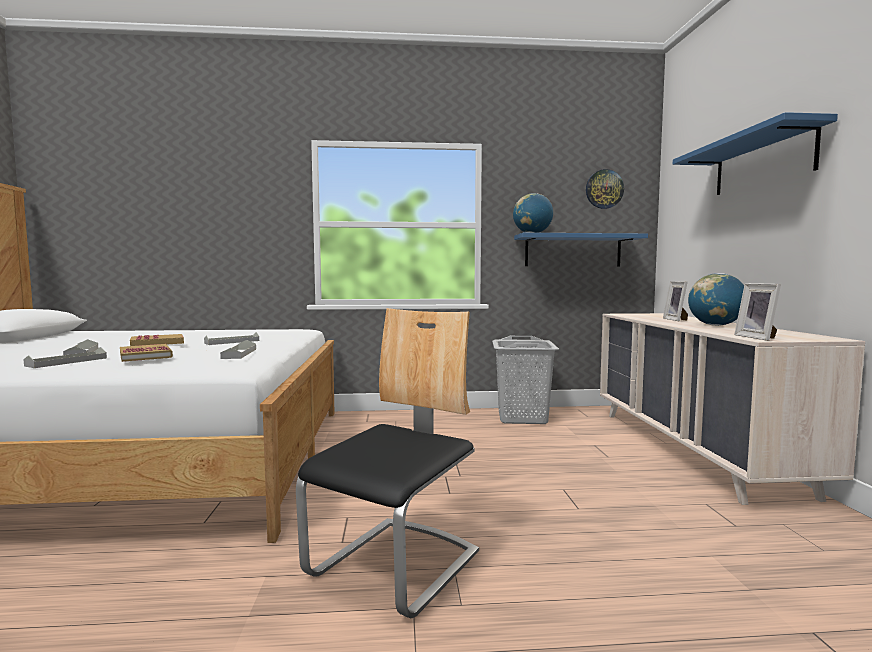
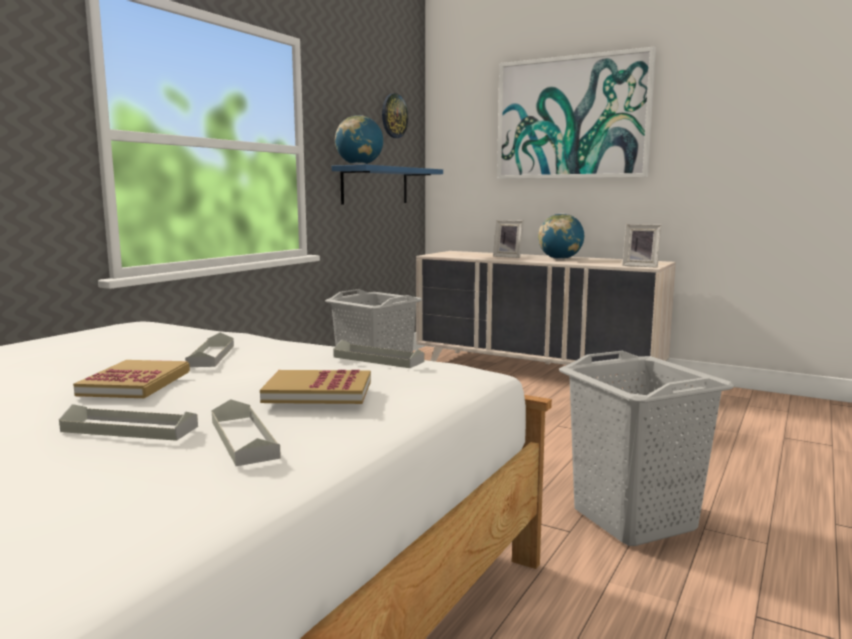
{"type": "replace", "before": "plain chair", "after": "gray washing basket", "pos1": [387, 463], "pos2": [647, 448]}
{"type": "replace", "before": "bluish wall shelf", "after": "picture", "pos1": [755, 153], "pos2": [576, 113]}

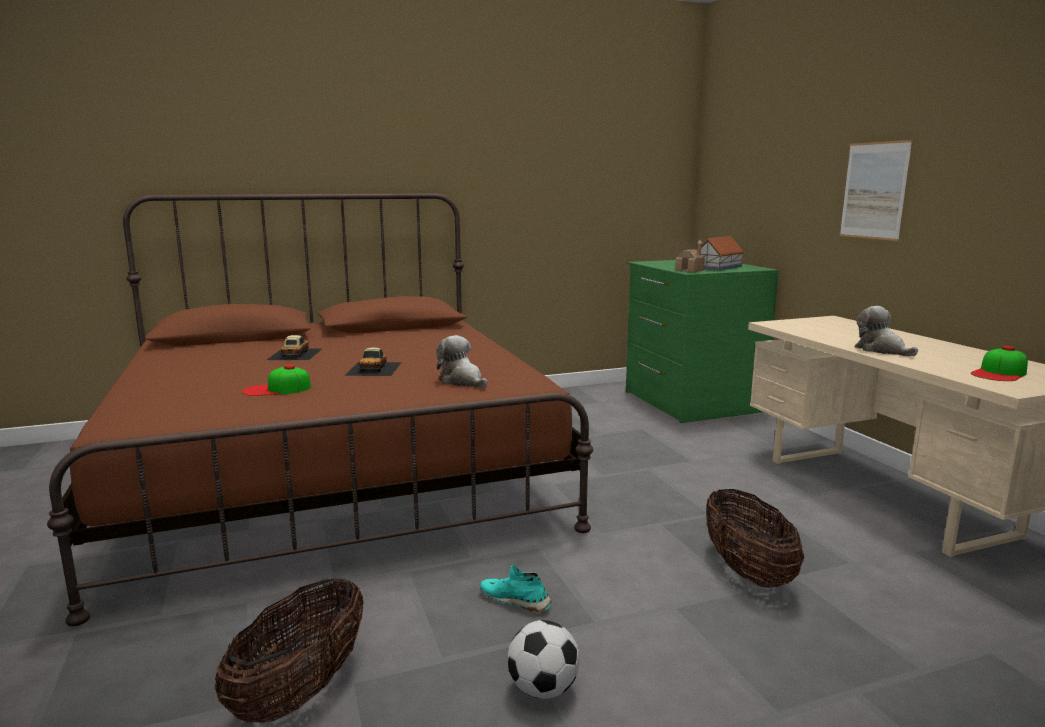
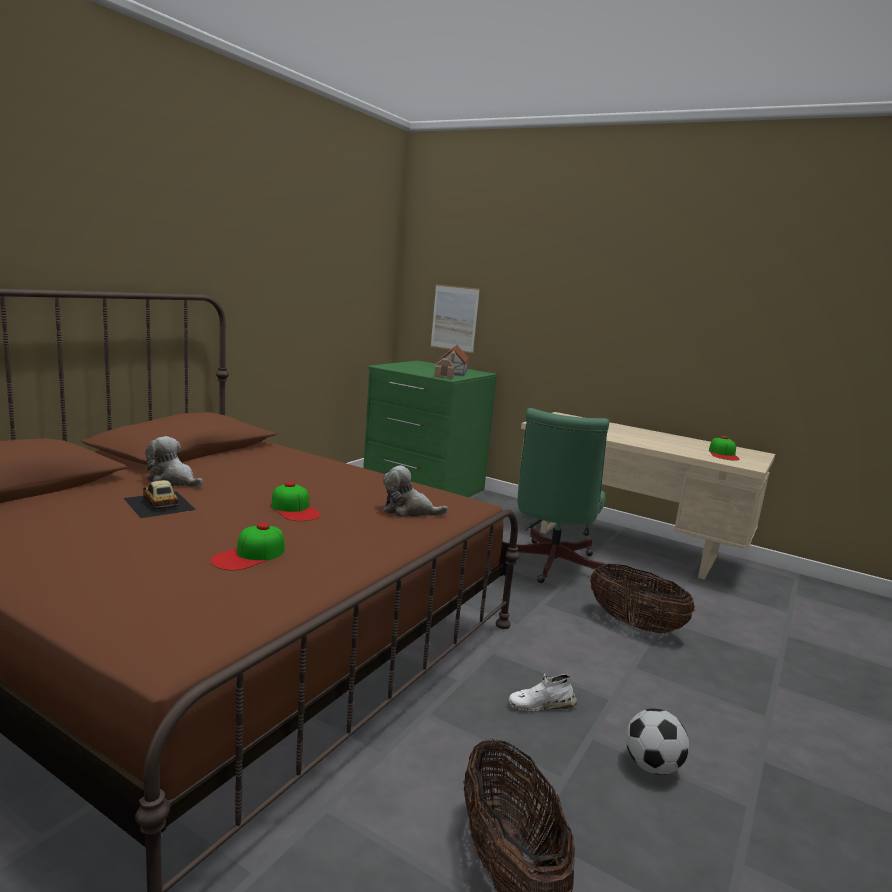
{"type": "replace", "before": "miniature car", "after": "baseball cap", "pos1": [373, 361], "pos2": [296, 501]}
{"type": "recolor", "before": "turquoise-coloured shoe", "after": "white-coloured shoe", "pos1": [516, 589], "pos2": [543, 692]}
{"type": "move", "before": "picture", "pos1": [876, 190], "pos2": [455, 318]}
{"type": "move", "before": "soft toy", "pos1": [886, 331], "pos2": [174, 461]}
{"type": "insert", "after": "greenish computer chair", "pos2": [562, 495]}

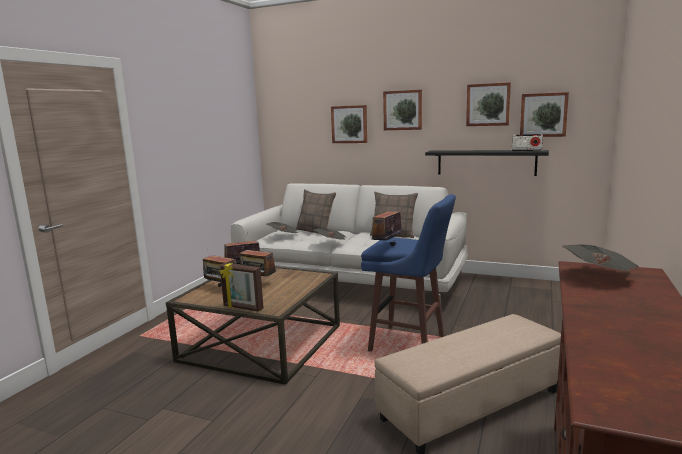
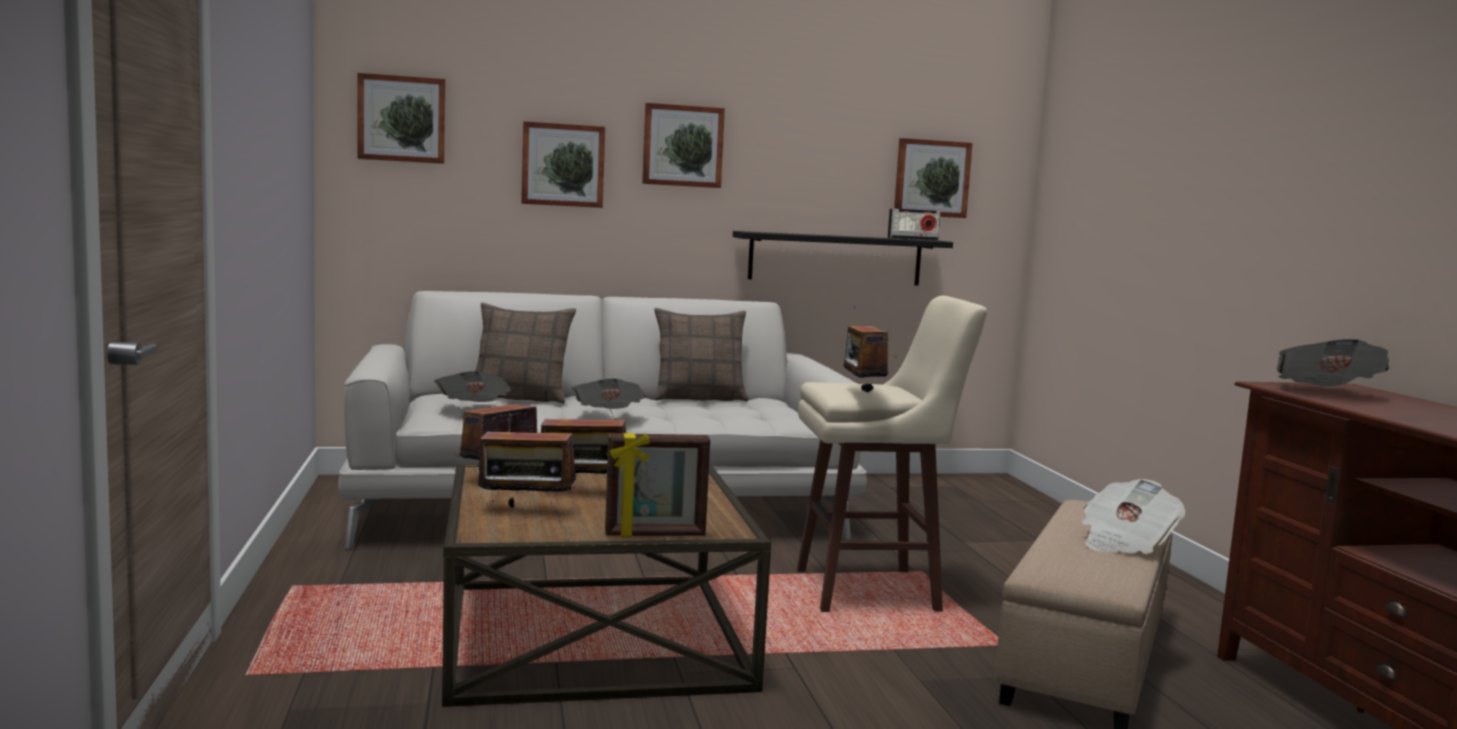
{"type": "recolor", "before": "bluish sitting stool", "after": "beige-coloured sitting stool", "pos1": [408, 273], "pos2": [892, 454]}
{"type": "move", "before": "picture", "pos1": [488, 104], "pos2": [401, 118]}
{"type": "insert", "after": "newspaper", "pos2": [1134, 516]}

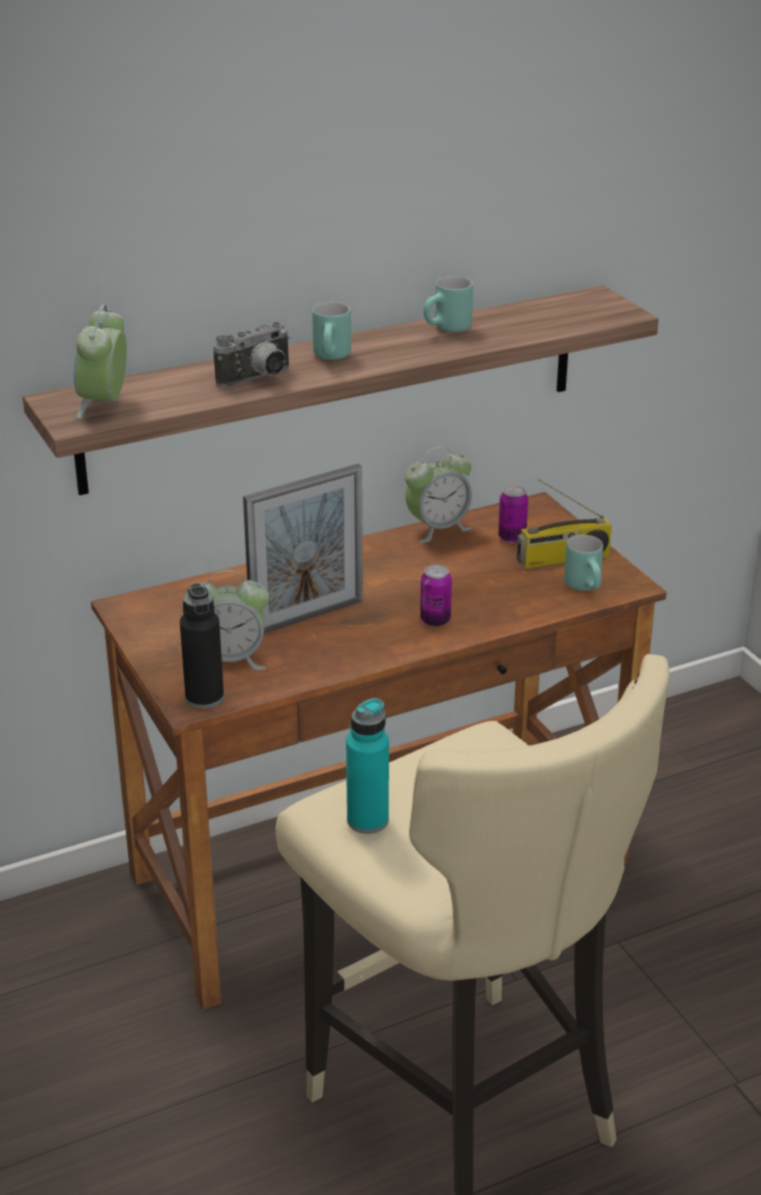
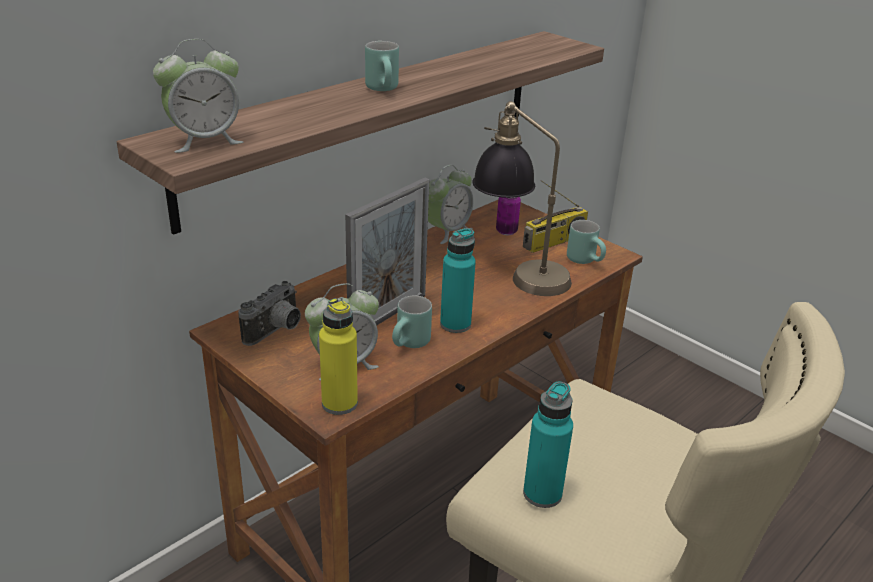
{"type": "rotate", "before": "alarm clock", "pos1": [100, 362], "pos2": [198, 96], "turn": -105}
{"type": "recolor", "before": "blackish drink bottle", "after": "yellow-coloured drink bottle", "pos1": [202, 646], "pos2": [338, 356]}
{"type": "move", "before": "photo camera", "pos1": [251, 354], "pos2": [269, 313]}
{"type": "delete", "before": "metal can", "pos1": [436, 596]}
{"type": "move", "before": "turquoise-coloured mug", "pos1": [448, 304], "pos2": [412, 322]}
{"type": "insert", "after": "turquoise-coloured drink bottle", "pos2": [458, 280]}
{"type": "insert", "after": "table lamp", "pos2": [522, 198]}

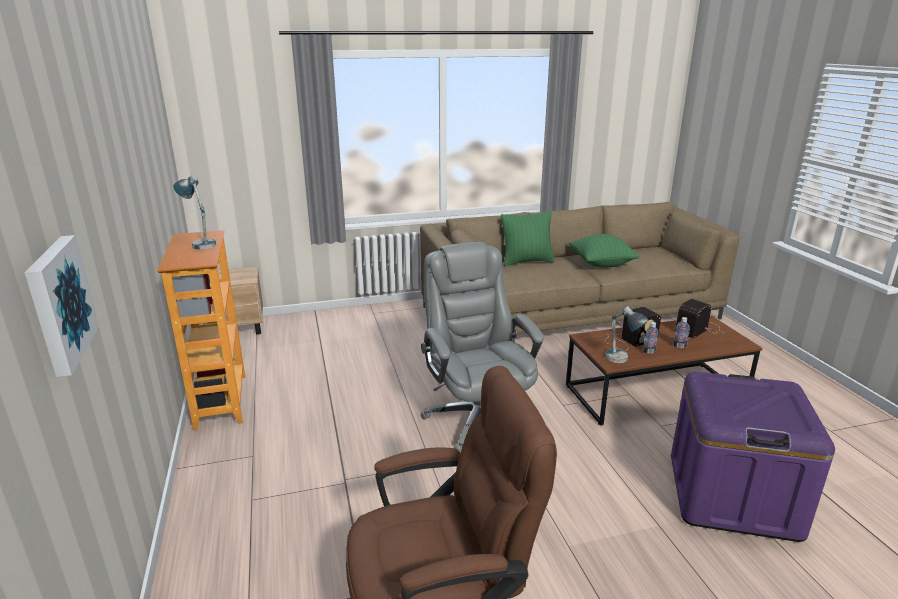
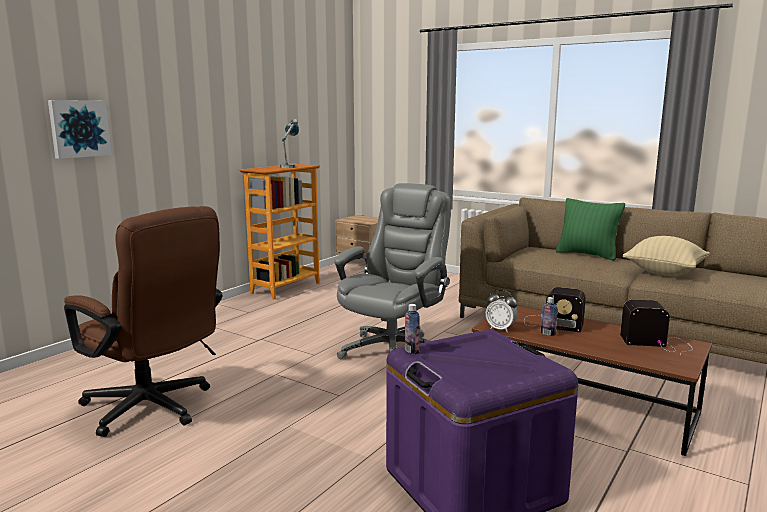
{"type": "recolor", "before": "greenish throw pillow", "after": "beige-coloured throw pillow", "pos1": [604, 251], "pos2": [666, 256]}
{"type": "replace", "before": "table lamp", "after": "alarm clock", "pos1": [626, 334], "pos2": [502, 311]}
{"type": "move", "before": "drink bottle", "pos1": [681, 332], "pos2": [412, 329]}

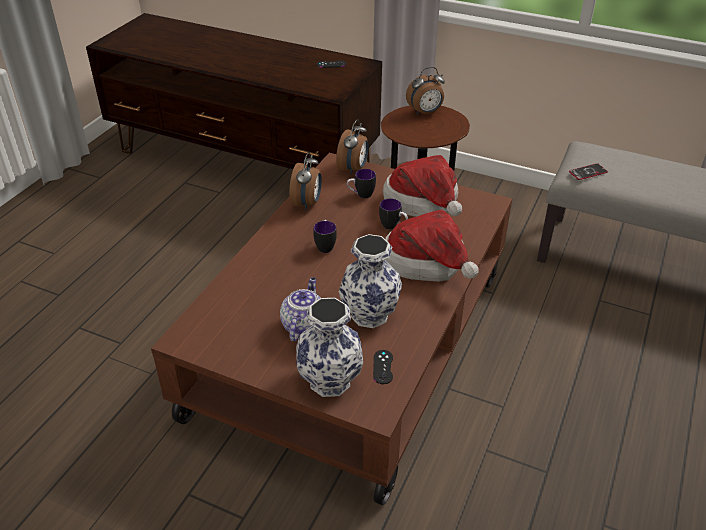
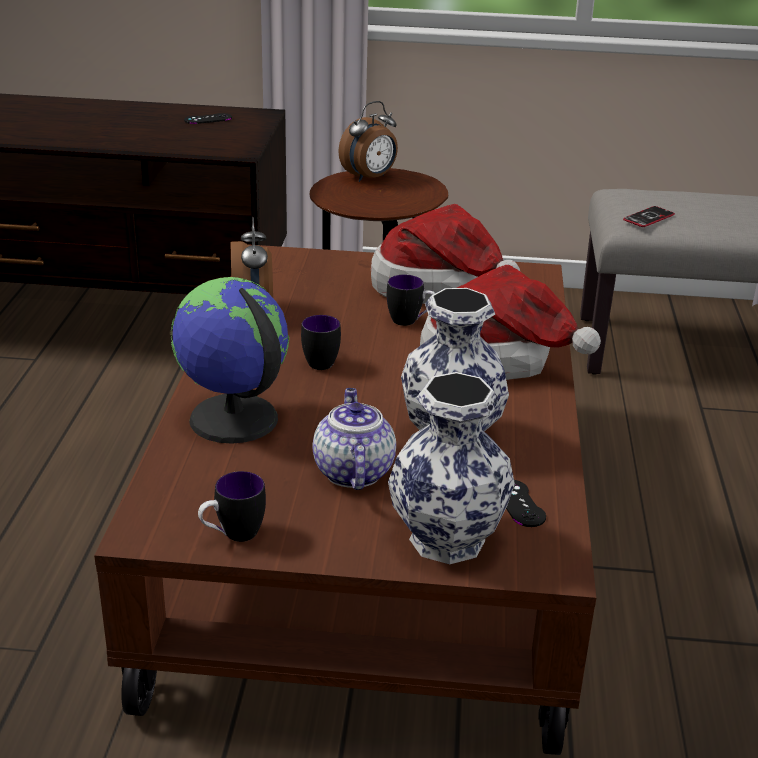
{"type": "delete", "before": "alarm clock", "pos1": [352, 147]}
{"type": "move", "before": "mug", "pos1": [361, 183], "pos2": [232, 506]}
{"type": "insert", "after": "desk globe", "pos2": [230, 360]}

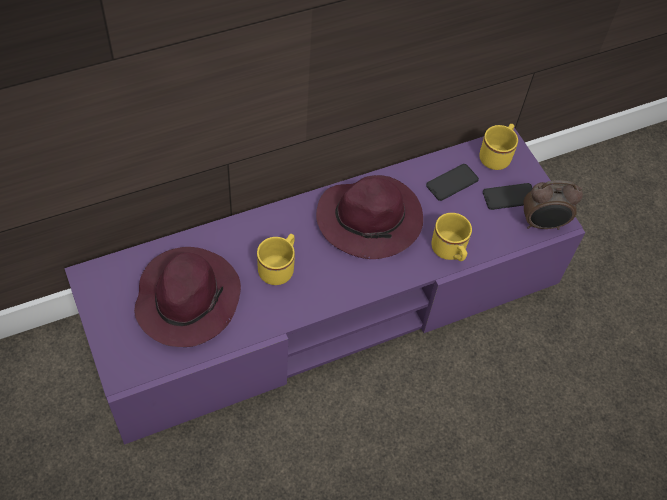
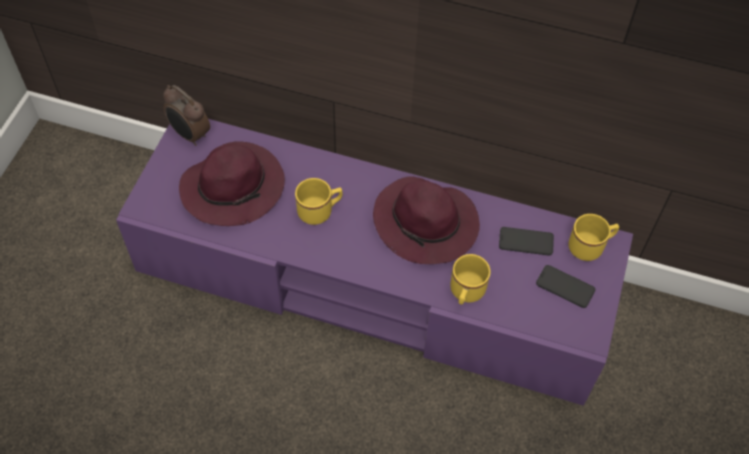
{"type": "move", "before": "alarm clock", "pos1": [553, 205], "pos2": [186, 115]}

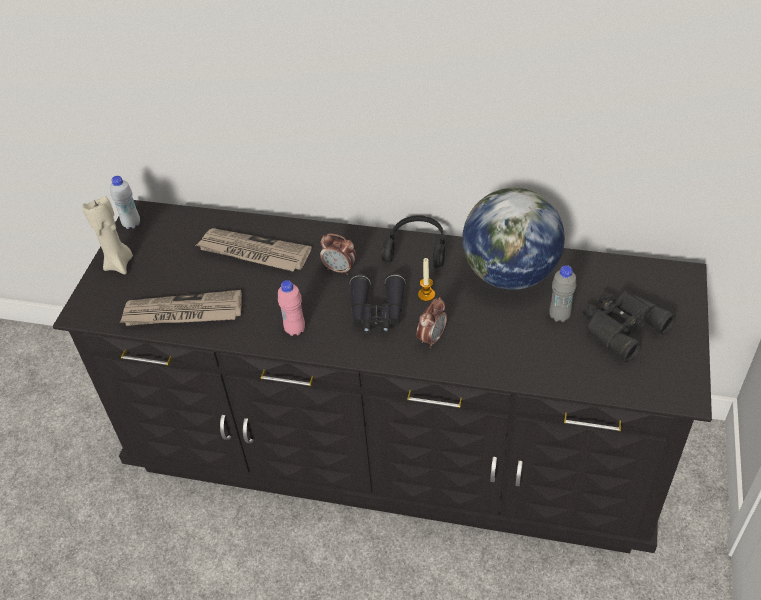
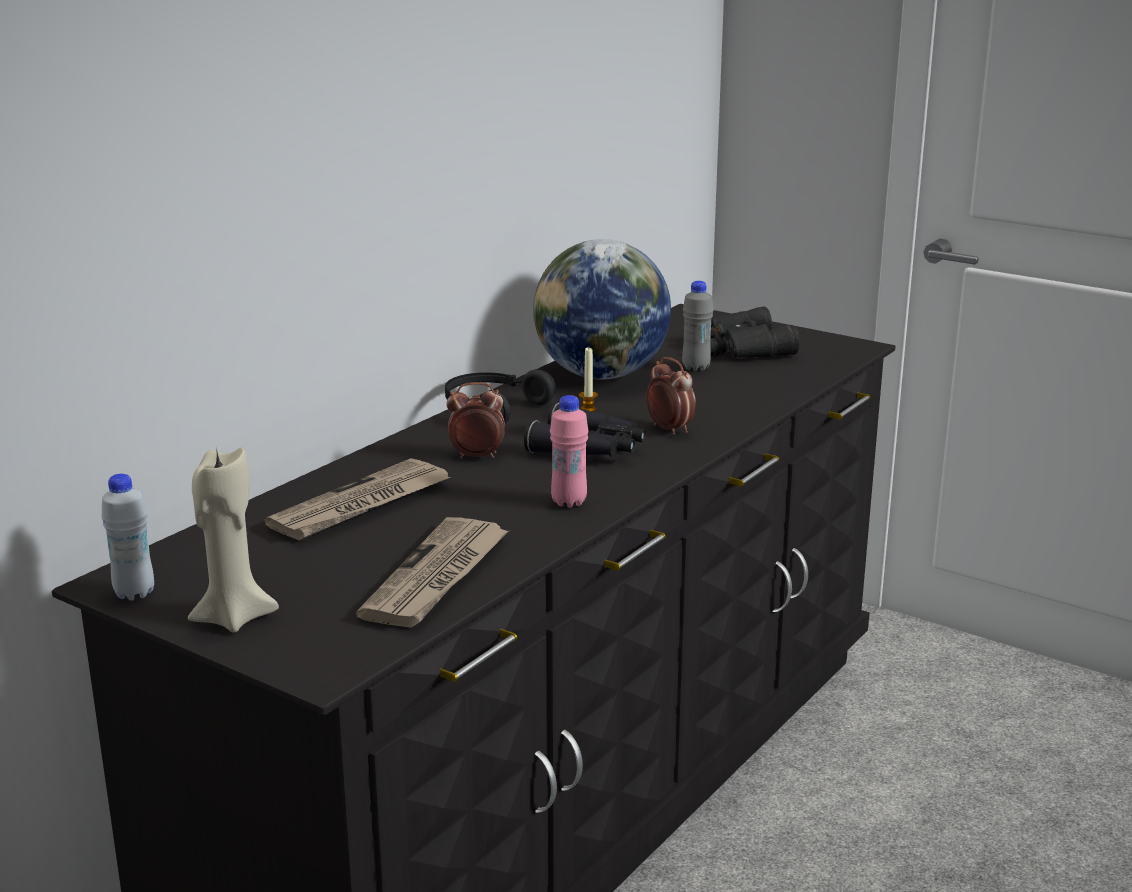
{"type": "rotate", "before": "alarm clock", "pos1": [338, 254], "pos2": [475, 420], "turn": -135}

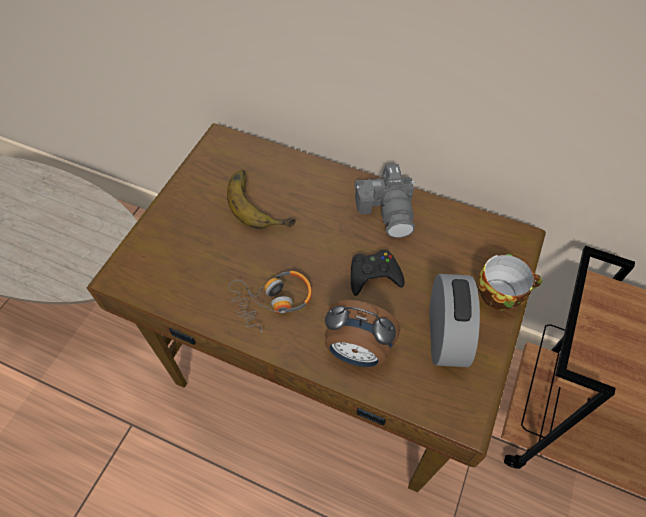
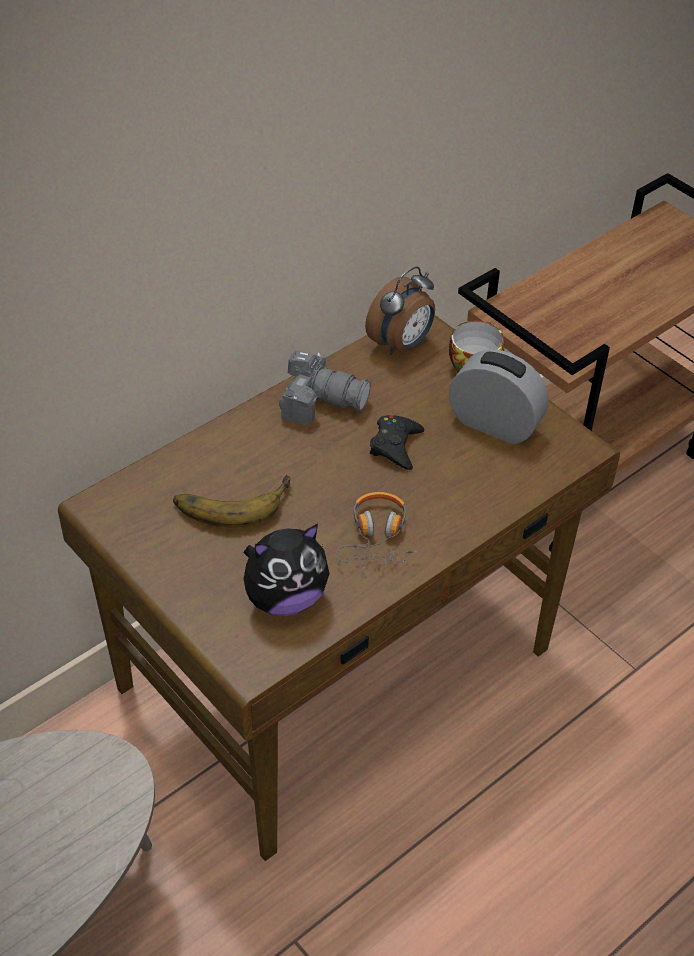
{"type": "move", "before": "alarm clock", "pos1": [362, 333], "pos2": [400, 310]}
{"type": "insert", "after": "soft toy", "pos2": [287, 570]}

